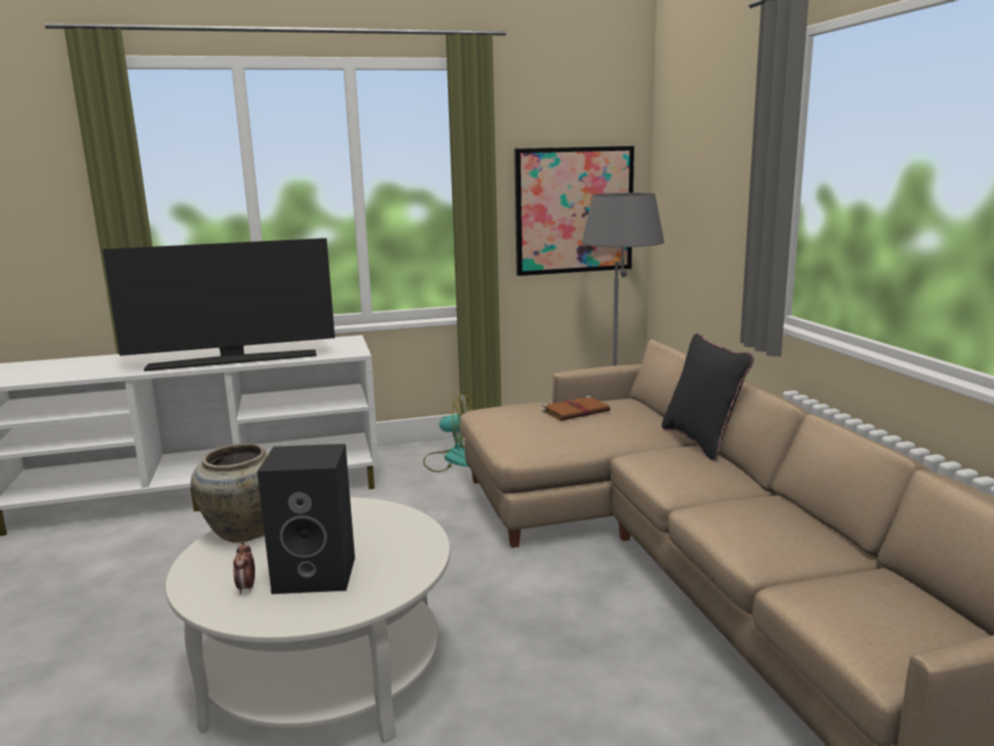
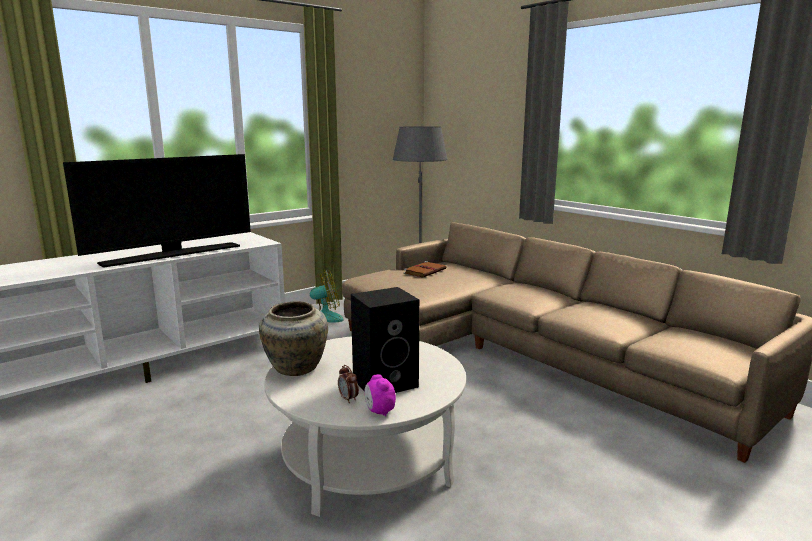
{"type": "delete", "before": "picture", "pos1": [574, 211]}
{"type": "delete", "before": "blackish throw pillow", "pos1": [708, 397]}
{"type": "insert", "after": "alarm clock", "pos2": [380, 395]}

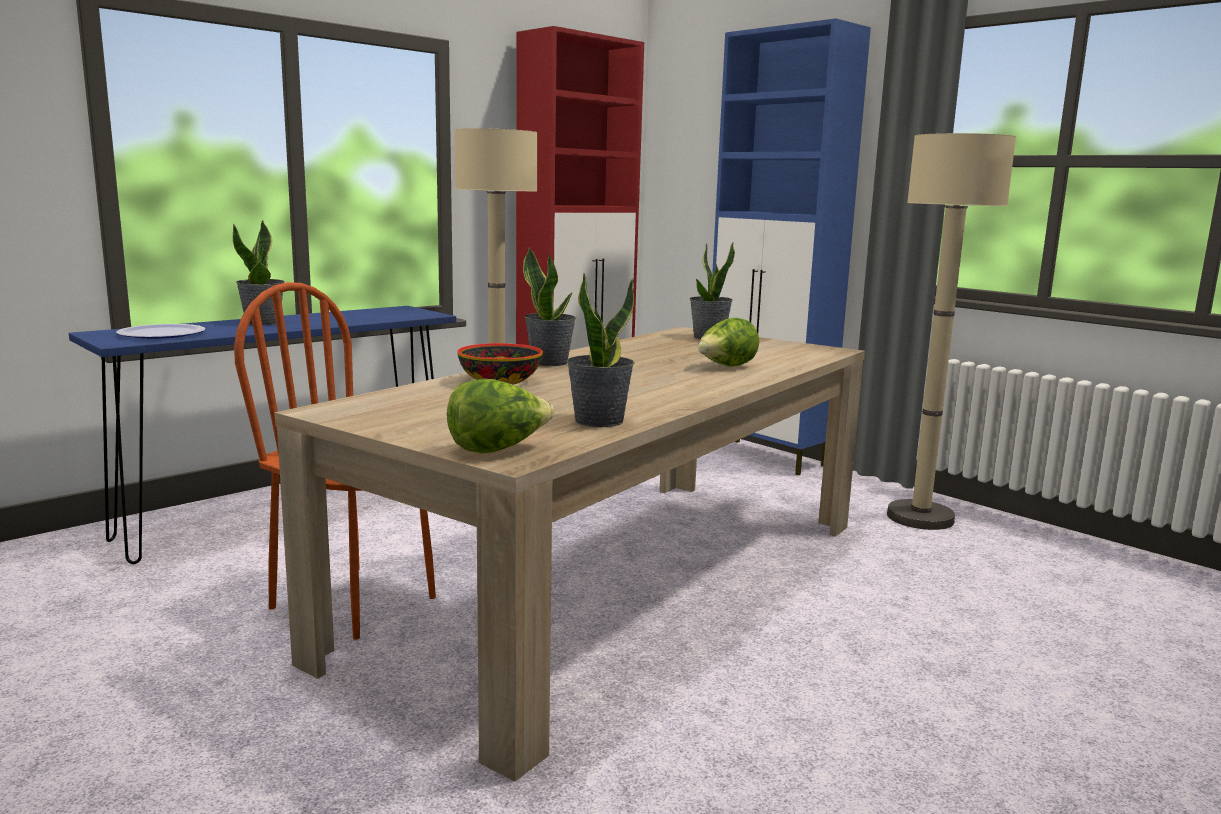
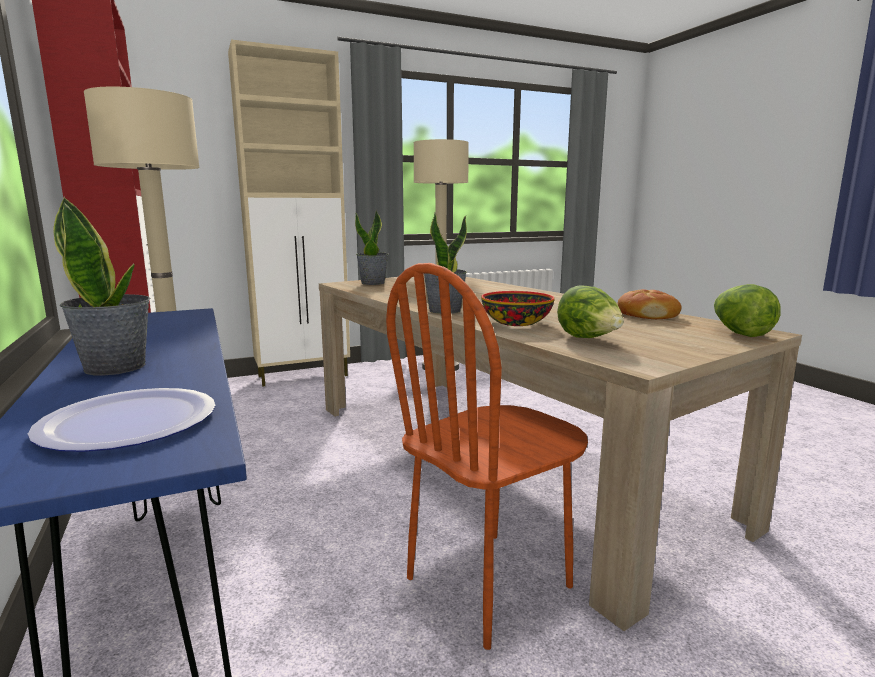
{"type": "replace", "before": "houseplant", "after": "baked bread", "pos1": [601, 350], "pos2": [650, 304]}
{"type": "move", "before": "lettuce", "pos1": [728, 342], "pos2": [590, 311]}
{"type": "recolor", "before": "bluish cupboard", "after": "beige-coloured cupboard", "pos1": [791, 246], "pos2": [289, 213]}

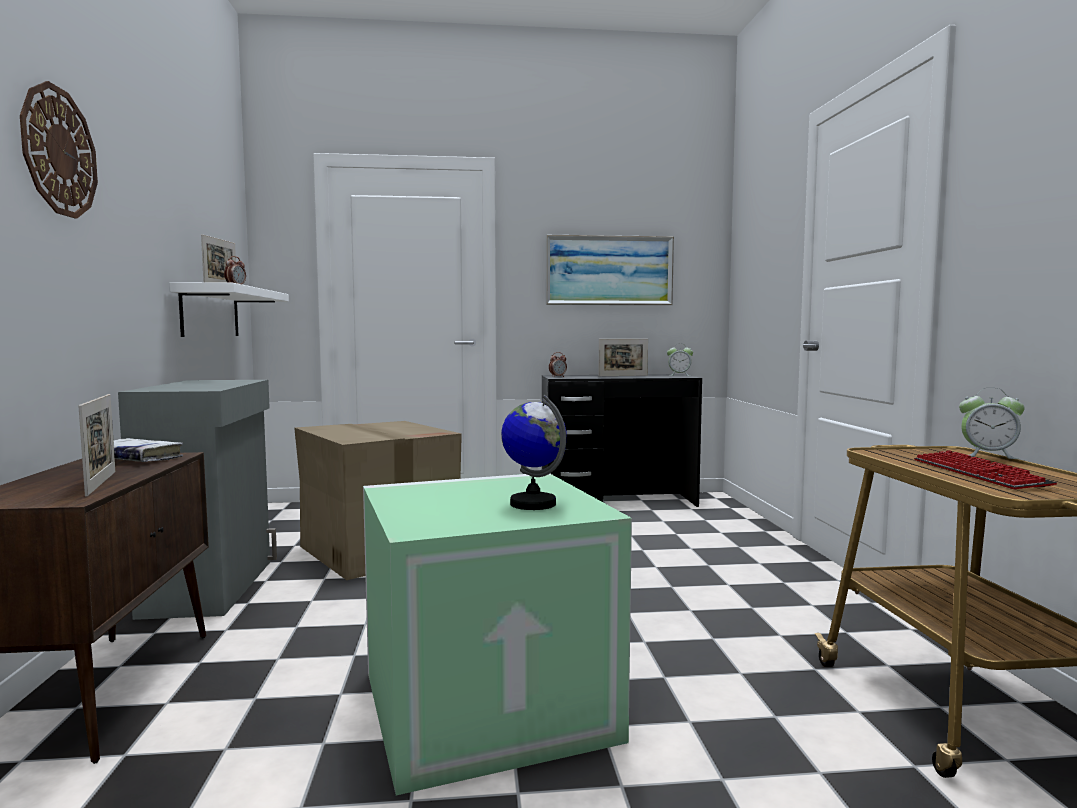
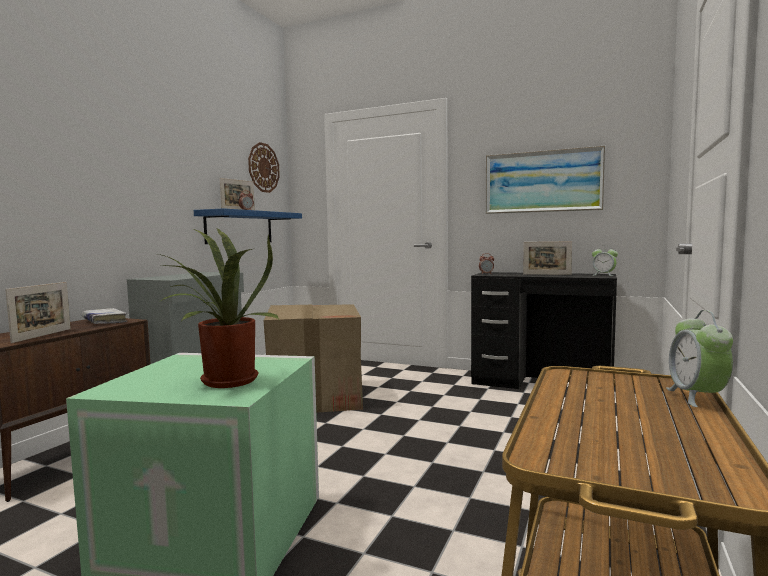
{"type": "move", "before": "clock on the wall", "pos1": [59, 150], "pos2": [264, 167]}
{"type": "recolor", "before": "white-coloured wall shelf", "after": "bluish wall shelf", "pos1": [229, 309], "pos2": [248, 226]}
{"type": "replace", "before": "desk globe", "after": "houseplant", "pos1": [533, 452], "pos2": [218, 308]}
{"type": "delete", "before": "computer keyboard", "pos1": [985, 469]}
{"type": "rotate", "before": "alarm clock", "pos1": [991, 423], "pos2": [699, 358], "turn": 45}

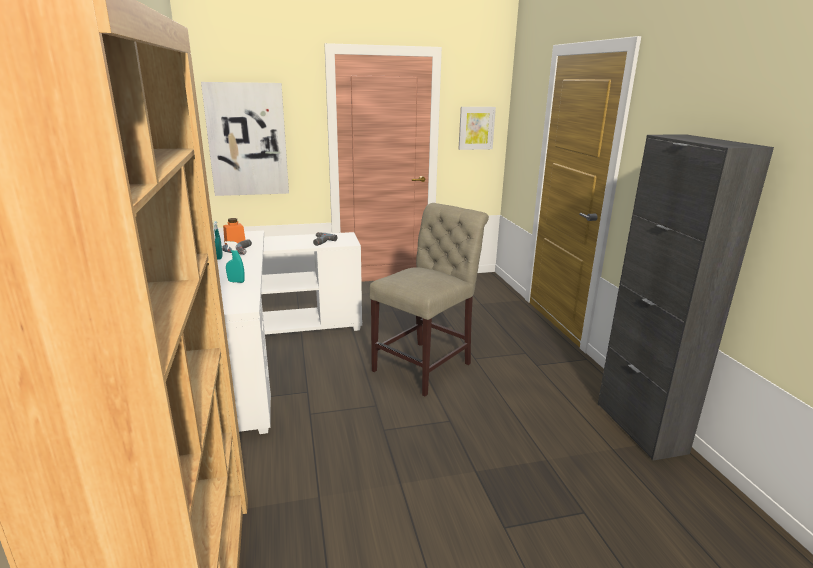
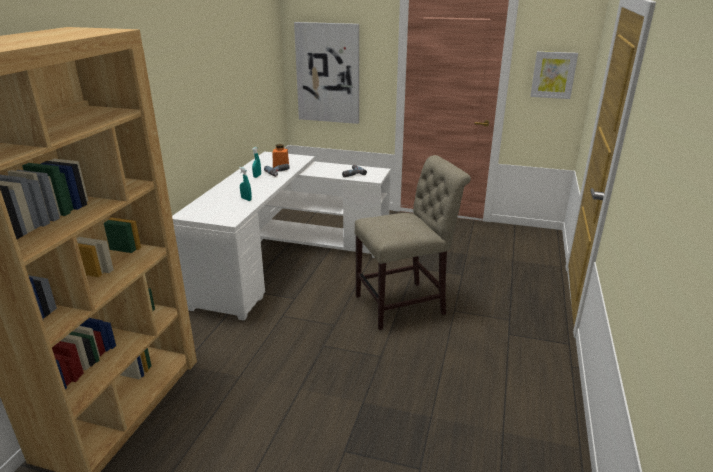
{"type": "delete", "before": "blackish cupboard", "pos1": [685, 297]}

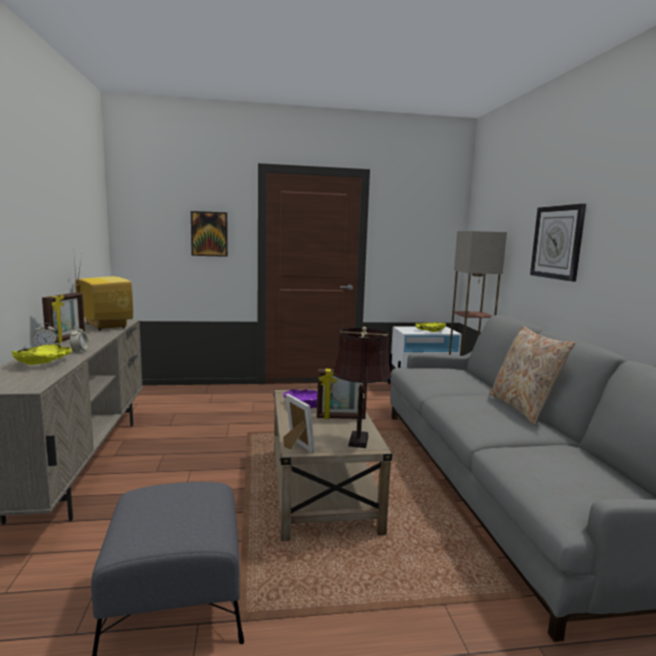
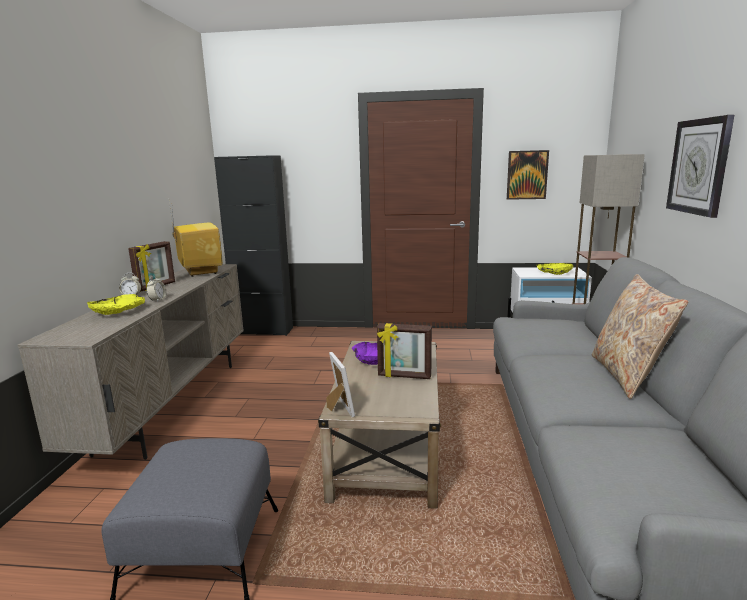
{"type": "move", "before": "picture", "pos1": [209, 234], "pos2": [528, 175]}
{"type": "delete", "before": "brown-coloured table lamp", "pos1": [362, 387]}
{"type": "insert", "after": "blackish cupboard", "pos2": [253, 245]}

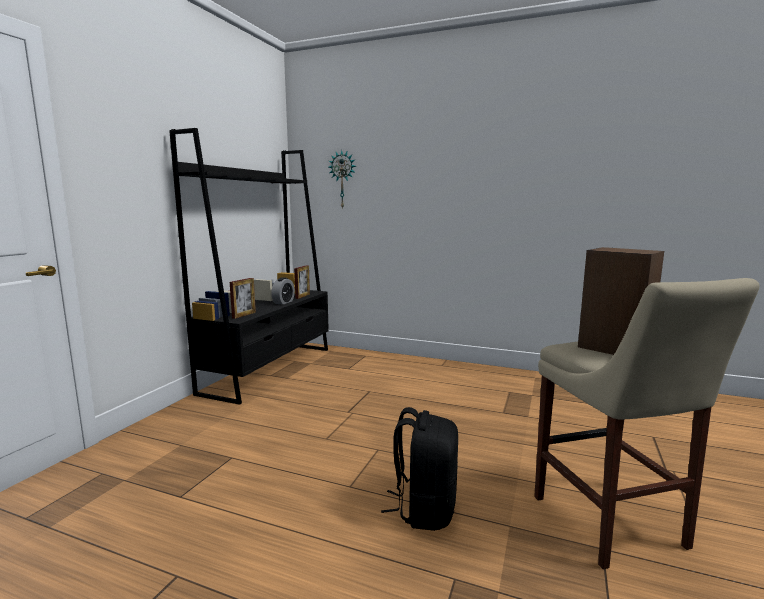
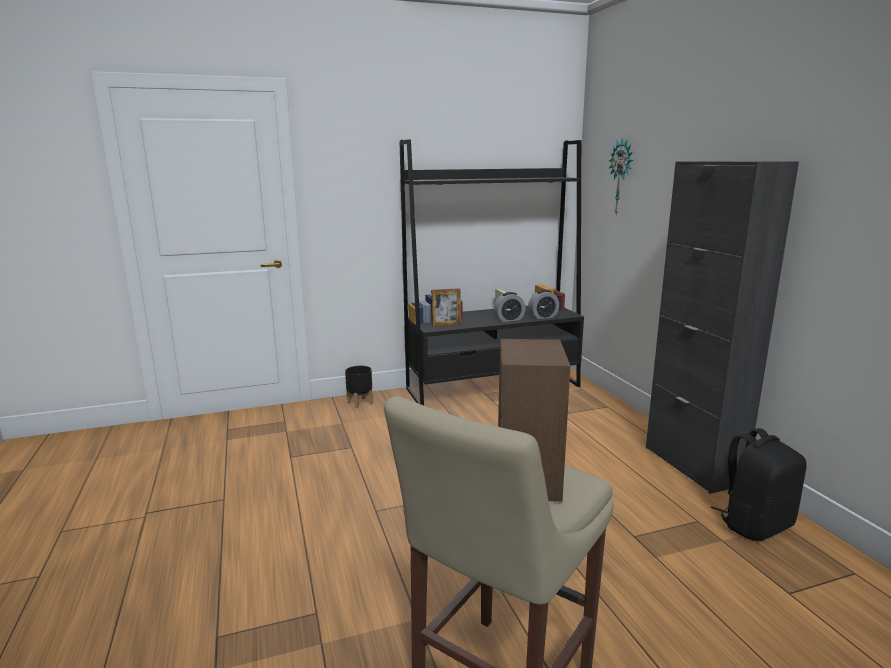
{"type": "replace", "before": "picture frame", "after": "alarm clock", "pos1": [302, 282], "pos2": [543, 304]}
{"type": "move", "before": "blackish knapsack", "pos1": [419, 469], "pos2": [759, 484]}
{"type": "insert", "after": "blackish plant pot", "pos2": [359, 387]}
{"type": "insert", "after": "blackish cupboard", "pos2": [722, 327]}

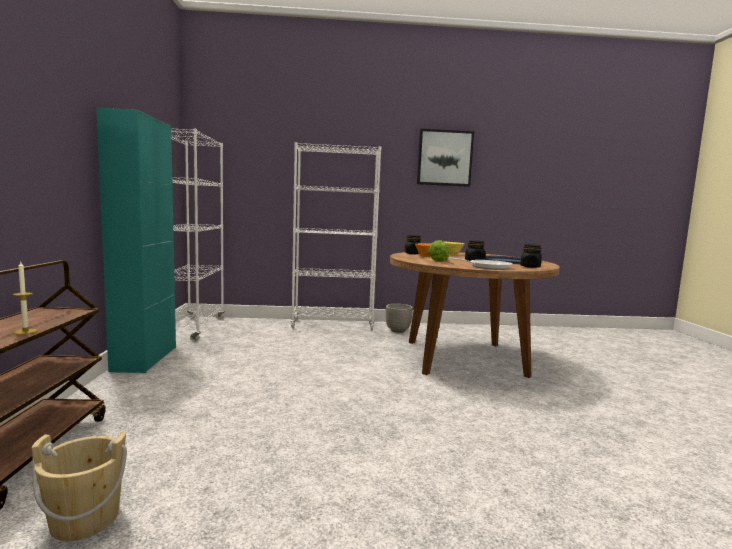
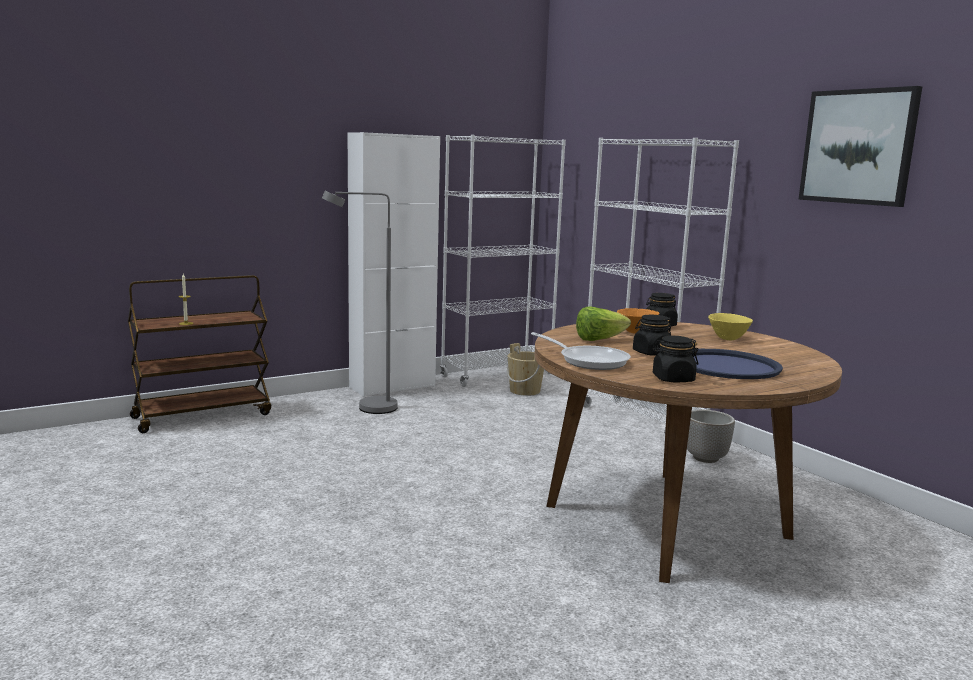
{"type": "move", "before": "beige-coloured bucket", "pos1": [79, 486], "pos2": [525, 369]}
{"type": "recolor", "before": "turquoise-coloured cupboard", "after": "white-coloured cupboard", "pos1": [136, 240], "pos2": [394, 264]}
{"type": "insert", "after": "gray standing lamp", "pos2": [360, 302]}

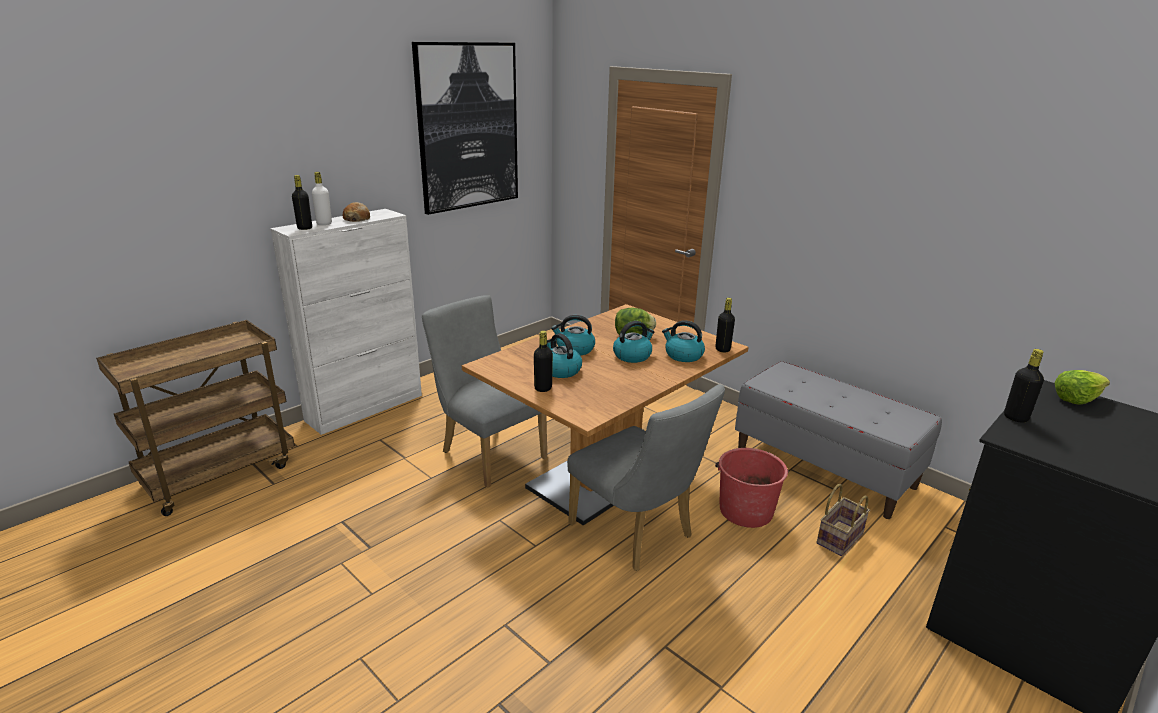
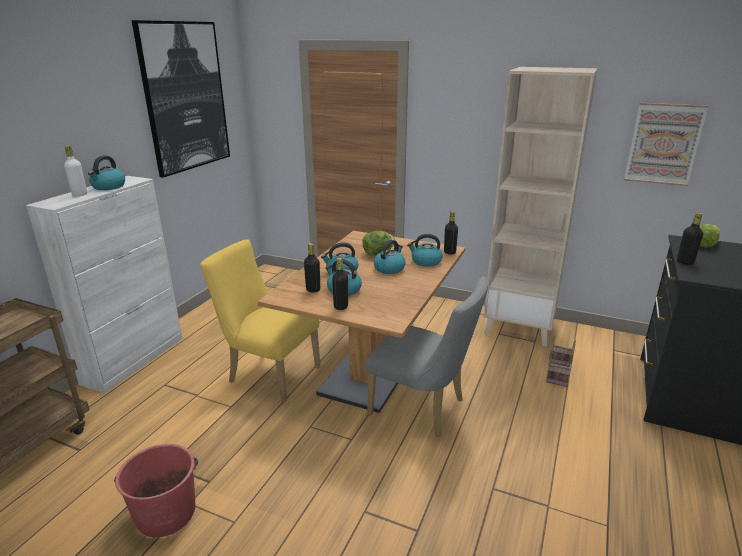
{"type": "move", "before": "blackish drink bottle", "pos1": [302, 202], "pos2": [312, 268]}
{"type": "replace", "before": "baked bread", "after": "water kettle", "pos1": [356, 212], "pos2": [106, 173]}
{"type": "recolor", "before": "gray plain chair", "after": "yellow-coloured plain chair", "pos1": [484, 391], "pos2": [260, 320]}
{"type": "move", "before": "reddish bucket", "pos1": [752, 488], "pos2": [156, 490]}
{"type": "replace", "before": "gray indoor bench", "after": "beige-coloured shelving unit", "pos1": [838, 440], "pos2": [541, 207]}
{"type": "insert", "after": "picture", "pos2": [666, 144]}

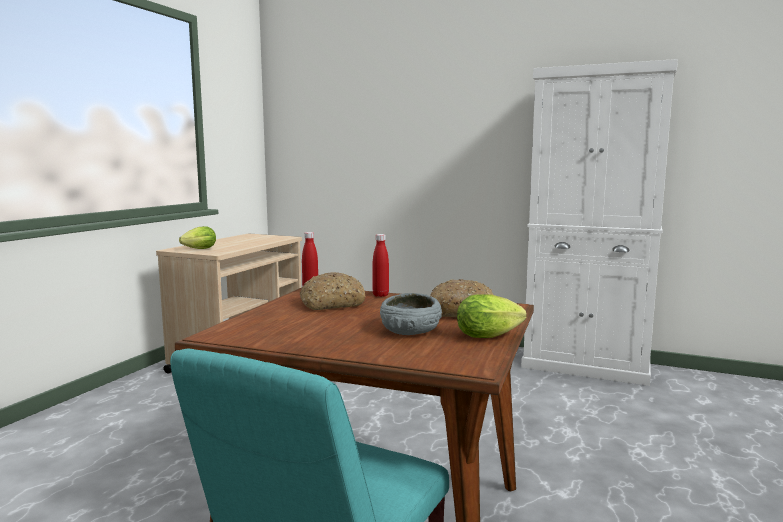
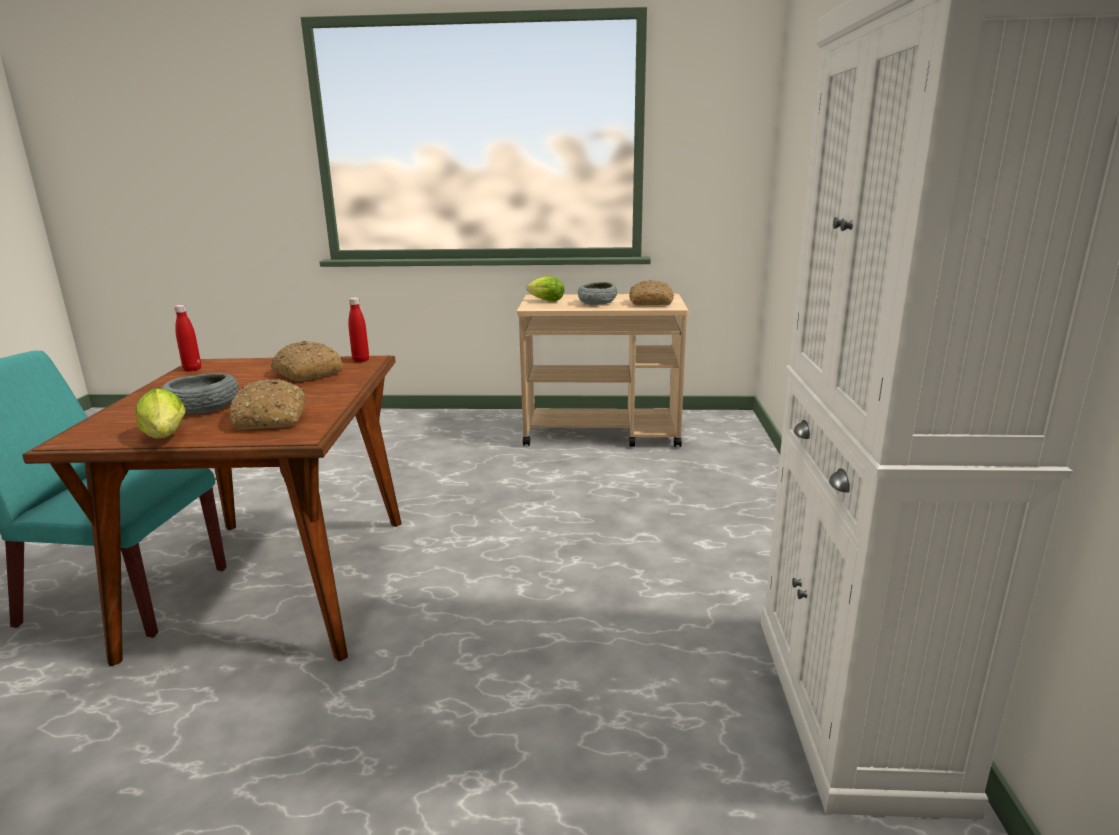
{"type": "move", "before": "reddish drink bottle", "pos1": [381, 265], "pos2": [187, 338]}
{"type": "insert", "after": "gray deep dish", "pos2": [597, 293]}
{"type": "insert", "after": "baked bread", "pos2": [651, 292]}

